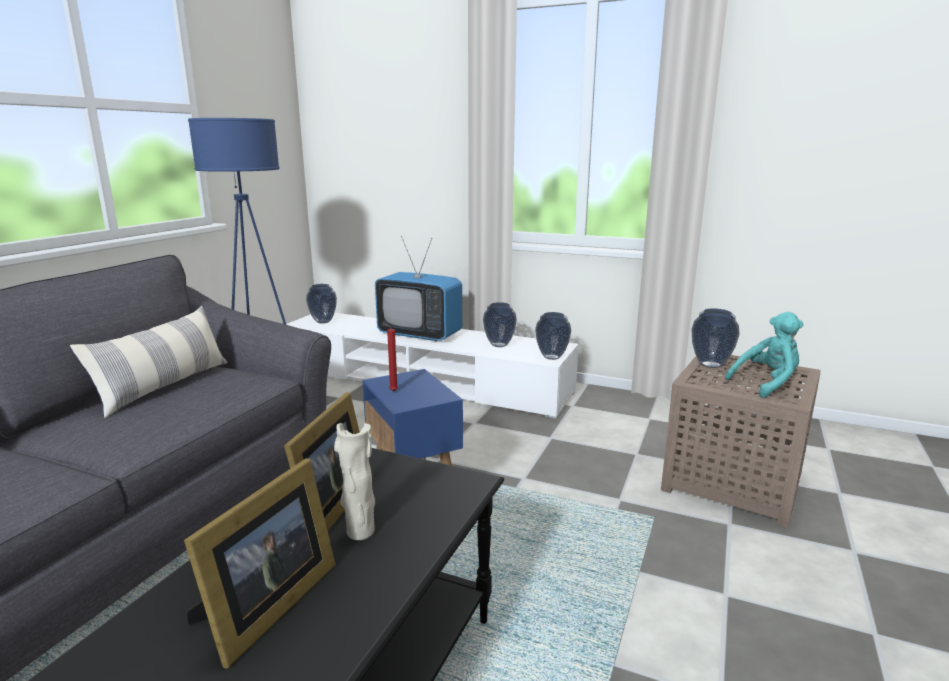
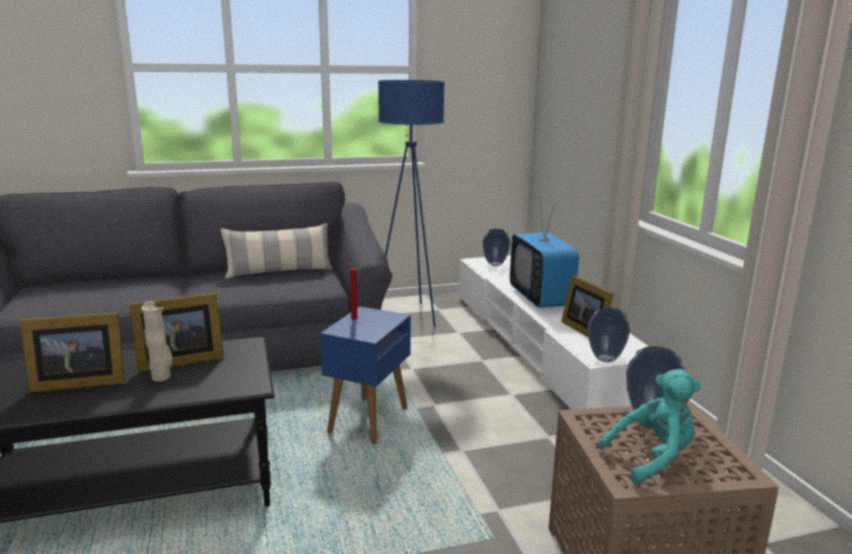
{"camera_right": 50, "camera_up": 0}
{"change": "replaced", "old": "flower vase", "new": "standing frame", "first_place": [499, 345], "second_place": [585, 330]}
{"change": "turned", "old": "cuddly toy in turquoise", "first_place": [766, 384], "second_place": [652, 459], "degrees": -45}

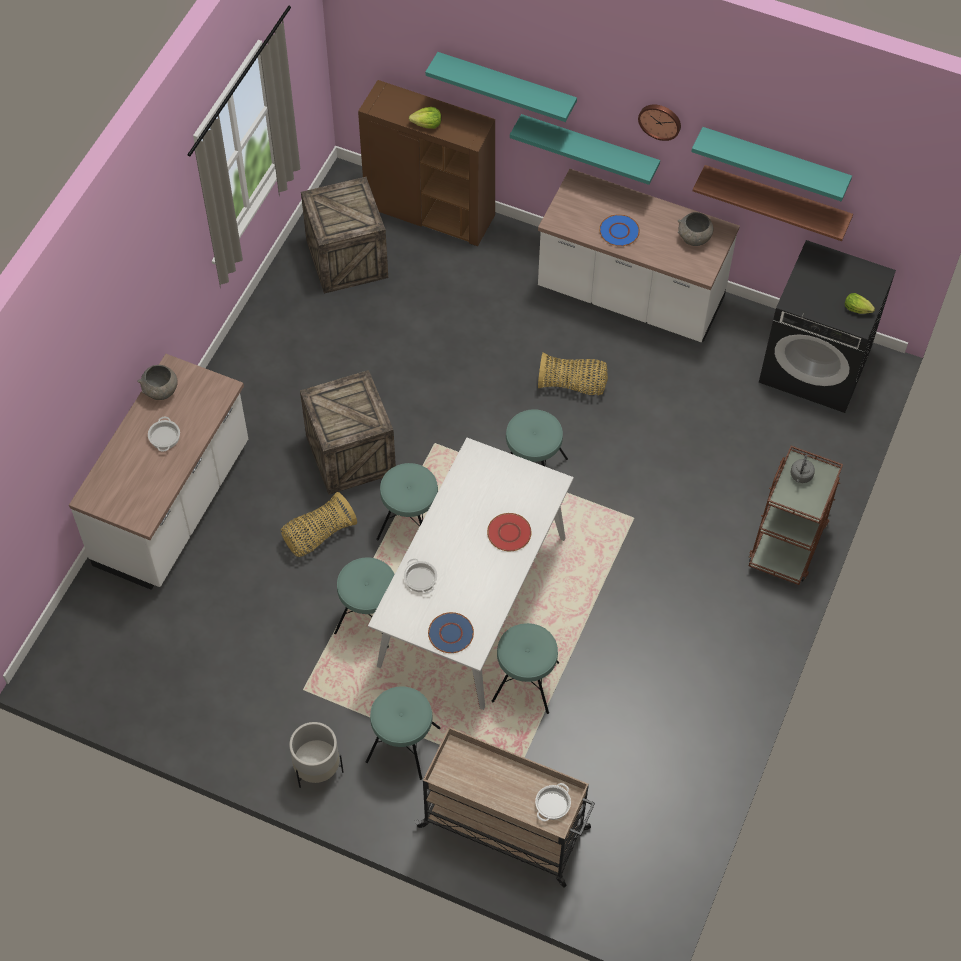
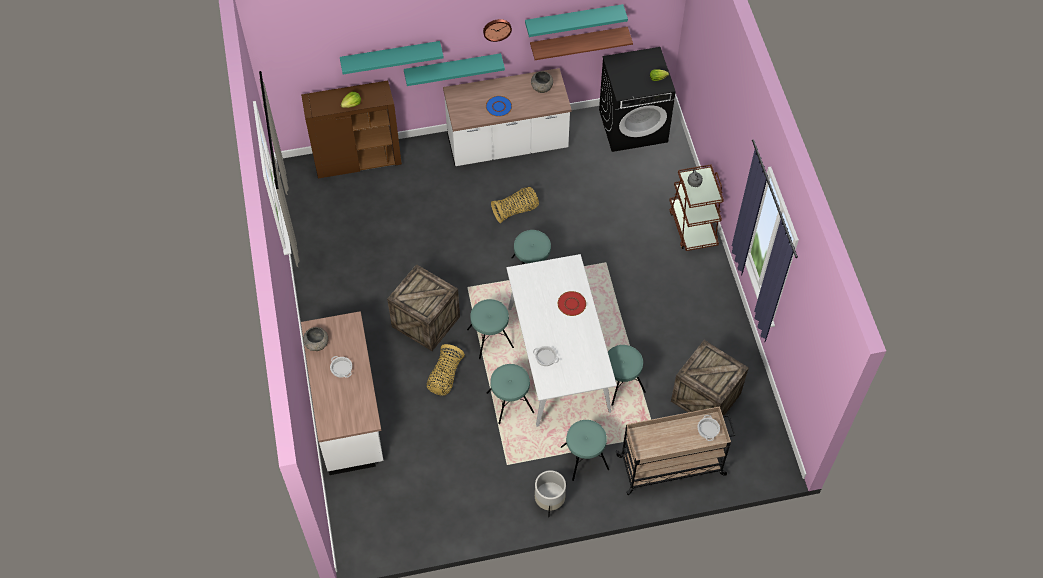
{"camera_right": -35, "camera_up": 0}
{"change": "moved", "old": "packing crate", "first_place": [348, 259], "second_place": [706, 397]}
{"change": "removed", "old": "dinner plate in bluish", "first_place": [451, 633]}

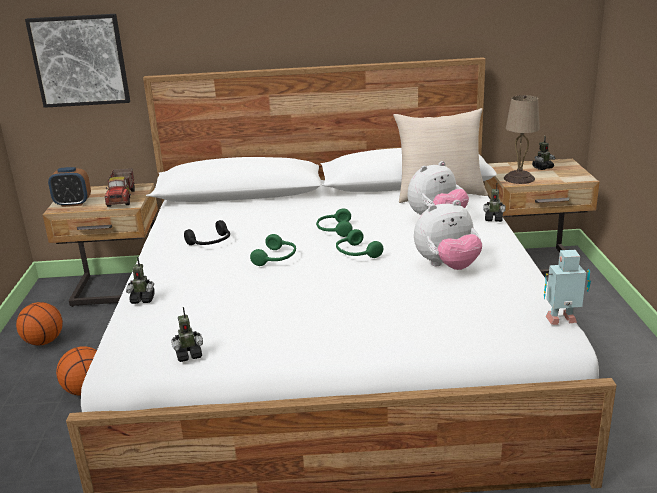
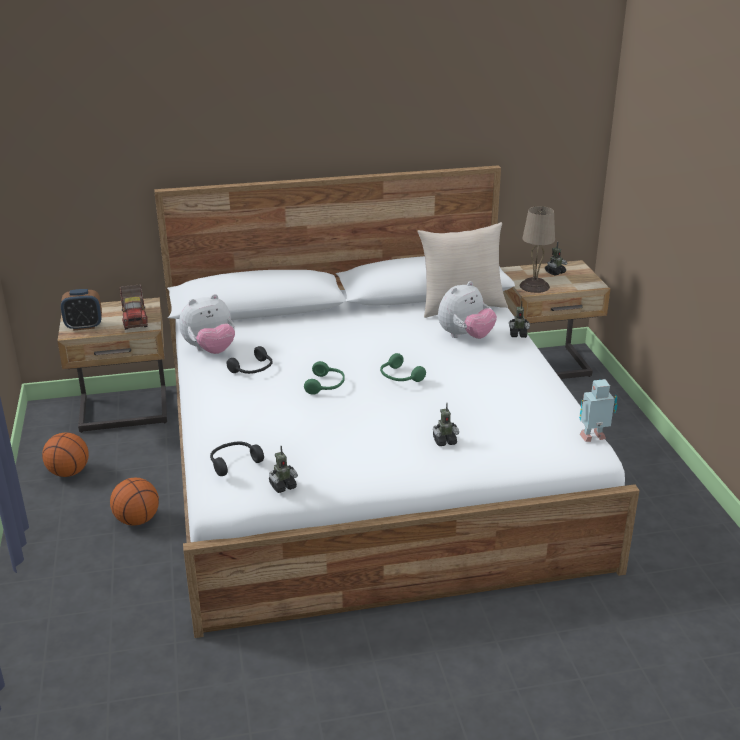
{"camera_right": -10, "camera_up": 5}
{"change": "moved", "old": "cuddly toy", "first_place": [447, 266], "second_place": [210, 350]}
{"change": "added", "new": "headphones in blackish", "second_place": [234, 462]}
{"change": "moved", "old": "model robot", "first_place": [143, 299], "second_place": [444, 441]}
{"change": "removed", "old": "picture", "first_place": [80, 60]}
{"change": "removed", "old": "headphones in green", "first_place": [334, 230]}

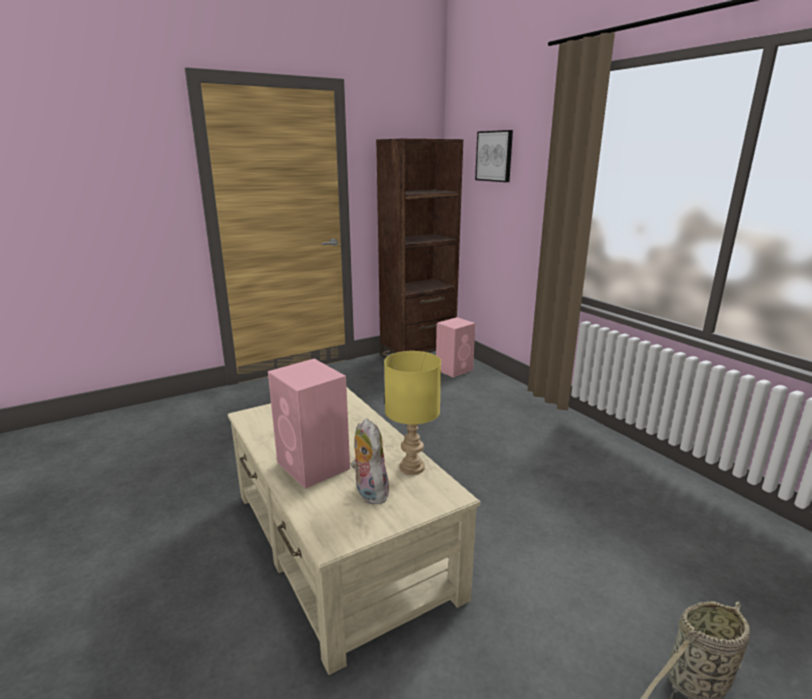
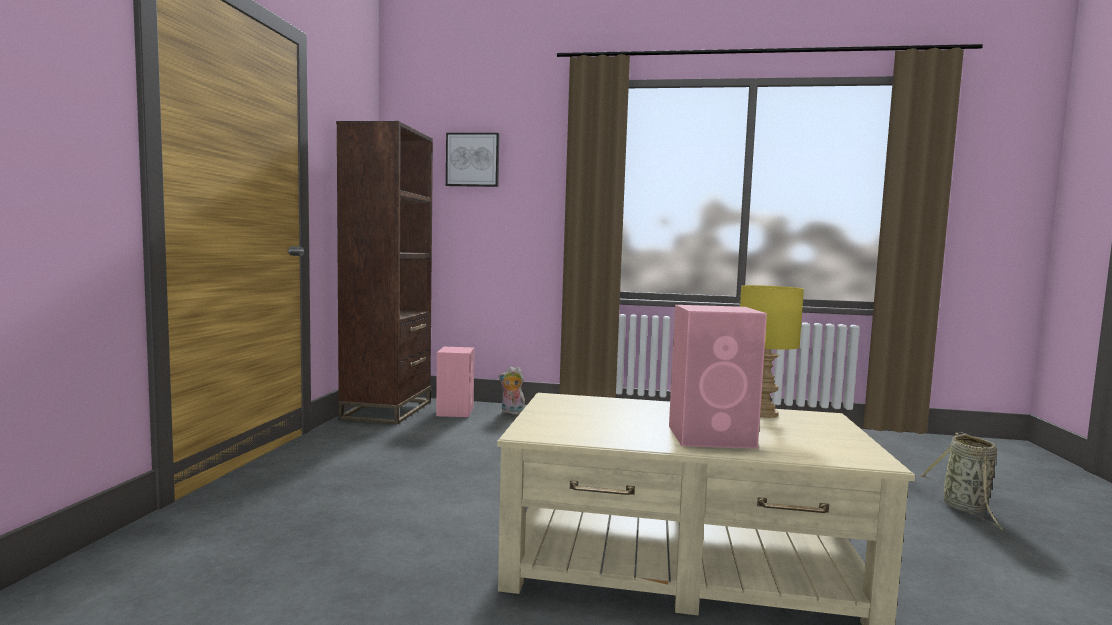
{"camera_right": -50, "camera_up": -15}
{"change": "moved", "old": "cuddly toy", "first_place": [368, 492], "second_place": [511, 412]}

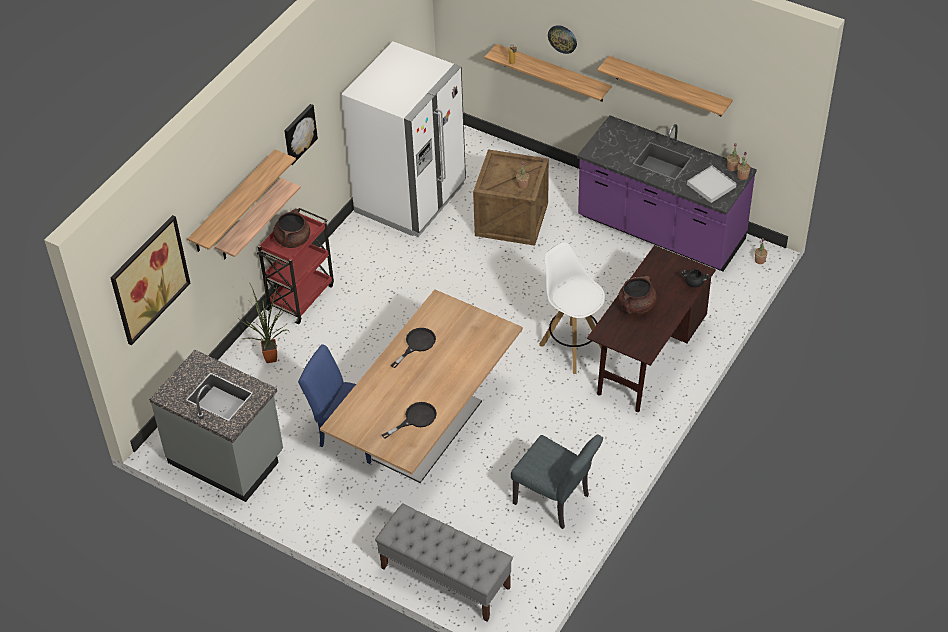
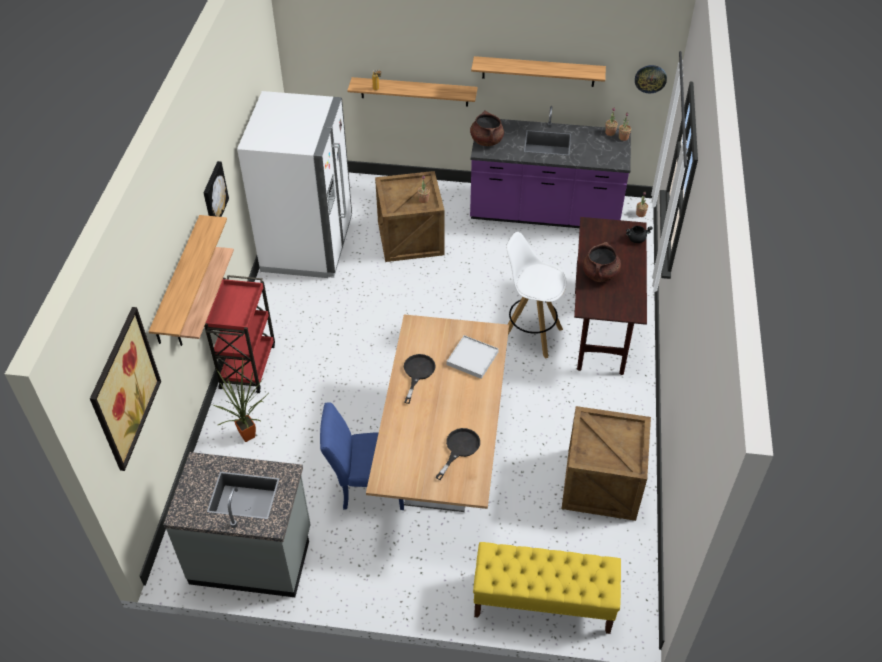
{"camera_right": -25, "camera_up": 0}
{"change": "moved", "old": "serving tray in white", "first_place": [711, 186], "second_place": [472, 358]}
{"change": "moved", "old": "saucepot in brown", "first_place": [293, 240], "second_place": [486, 140]}
{"change": "recoloured", "old": "long seat in gray", "new": "long seat in yellow-coloured", "first_place": [445, 577], "second_place": [542, 602]}
{"change": "replaced", "old": "upright chair in gray", "new": "packing crate", "first_place": [556, 502], "second_place": [602, 485]}
{"change": "moved", "old": "hanging clock", "first_place": [562, 38], "second_place": [650, 78]}

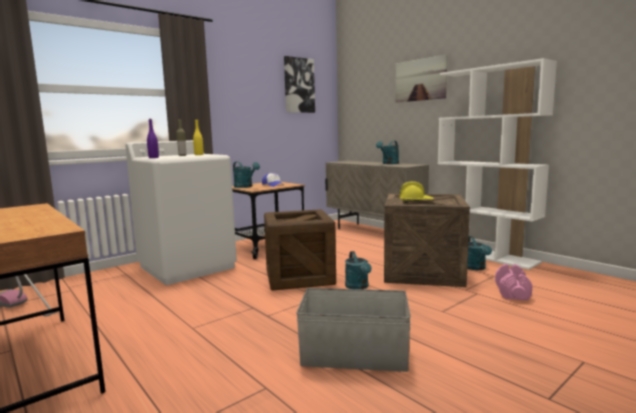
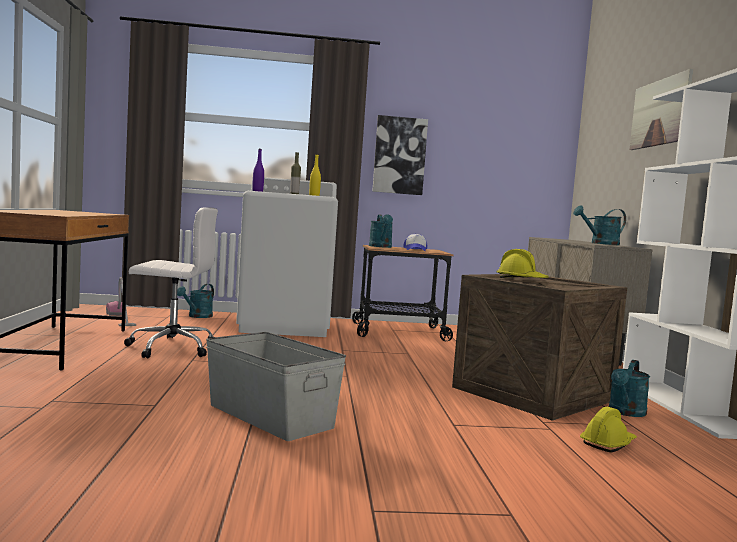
{"camera_right": 35, "camera_up": -5}
{"change": "added", "new": "computer chair in white", "second_place": [170, 348]}
{"change": "moved", "old": "watering pot in turquoise", "first_place": [358, 287], "second_place": [197, 316]}
{"change": "moved", "old": "picture", "first_place": [299, 85], "second_place": [399, 155]}
{"change": "replaced", "old": "free weight in pink", "new": "work helmet in yellow-coloured", "first_place": [512, 292], "second_place": [608, 443]}
{"change": "removed", "old": "packing crate", "first_place": [299, 277]}

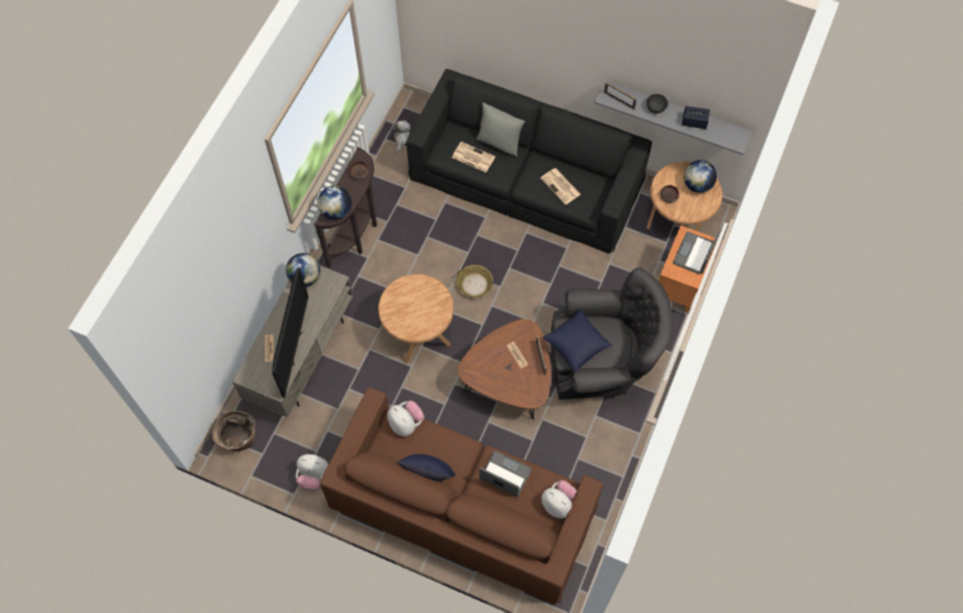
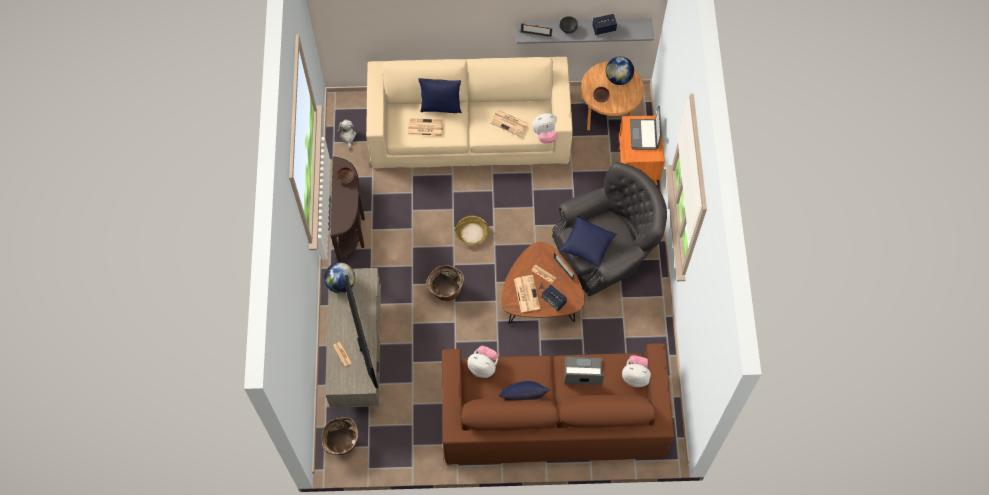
{"camera_right": -25, "camera_up": 0}
{"change": "recoloured", "old": "couch in blackish", "new": "couch in beige", "first_place": [527, 178], "second_place": [469, 127]}
{"change": "recoloured", "old": "cushion in gray", "new": "cushion in bluish", "first_place": [499, 142], "second_place": [441, 107]}
{"change": "replaced", "old": "accent table in brown", "new": "storage basket", "first_place": [418, 331], "second_place": [445, 291]}
{"change": "added", "new": "printed paper", "second_place": [526, 293]}
{"change": "moved", "old": "cuddly toy", "first_place": [313, 475], "second_place": [545, 135]}
{"change": "added", "new": "speaker", "second_place": [553, 301]}
{"change": "removed", "old": "desk globe", "first_place": [336, 211]}

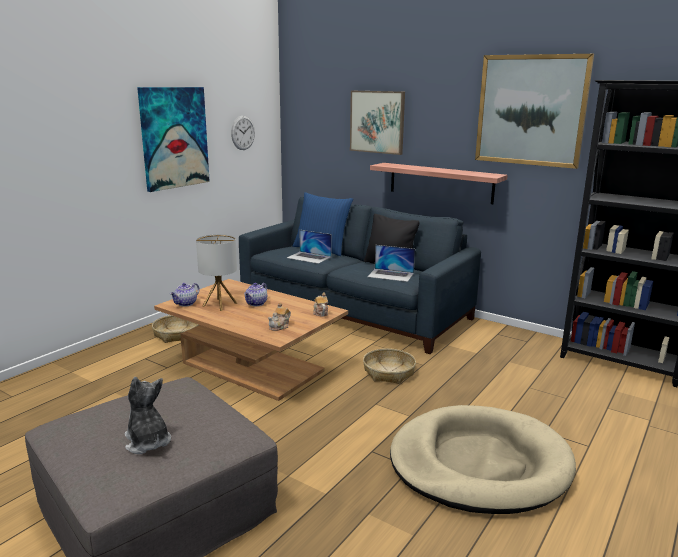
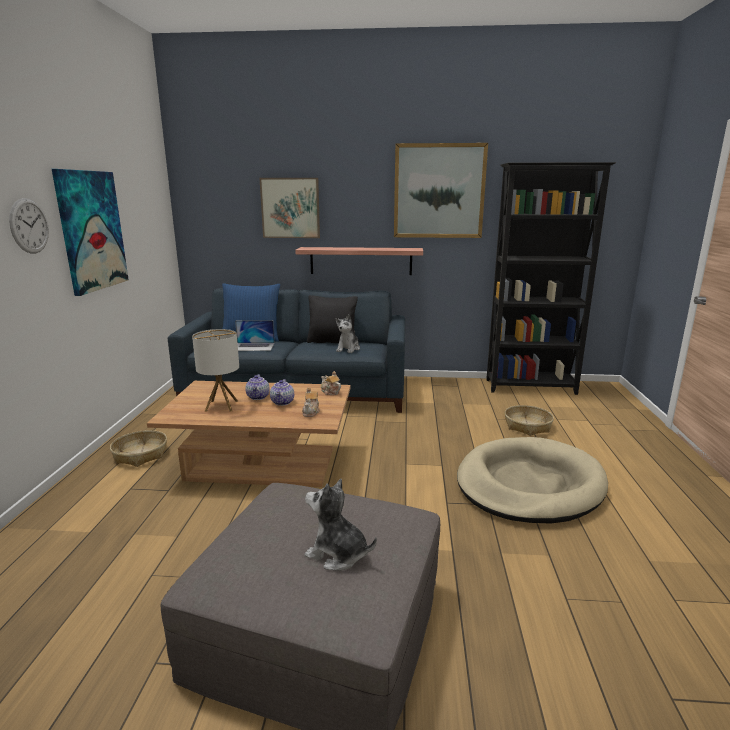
{"camera_right": -30, "camera_up": 0}
{"change": "moved", "old": "hanging clock", "first_place": [243, 133], "second_place": [29, 226]}
{"change": "moved", "old": "pot for tea", "first_place": [186, 304], "second_place": [283, 402]}
{"change": "replaced", "old": "portable computer", "new": "cuddly toy", "first_place": [391, 275], "second_place": [348, 349]}
{"change": "moved", "old": "storage basket", "first_place": [389, 373], "second_place": [527, 426]}

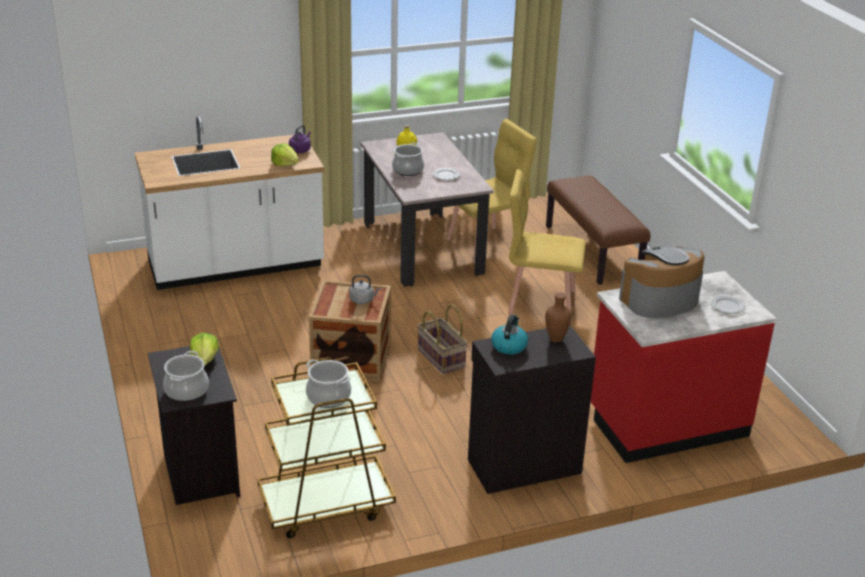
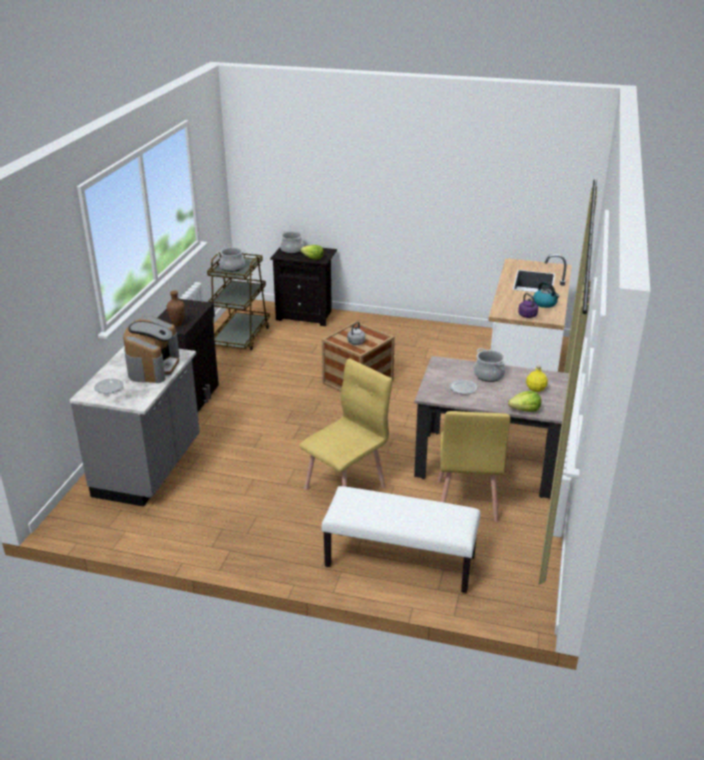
{"camera_right": 125, "camera_up": 0}
{"change": "recoloured", "old": "counter in red-coloured", "new": "counter in gray", "first_place": [666, 422], "second_place": [149, 469]}
{"change": "recoloured", "old": "long seat in brown", "new": "long seat in white", "first_place": [593, 251], "second_place": [399, 562]}
{"change": "moved", "old": "lettuce head", "first_place": [285, 164], "second_place": [525, 410]}
{"change": "moved", "old": "kettle", "first_place": [509, 346], "second_place": [545, 303]}
{"change": "removed", "old": "storage basket", "first_place": [440, 358]}

